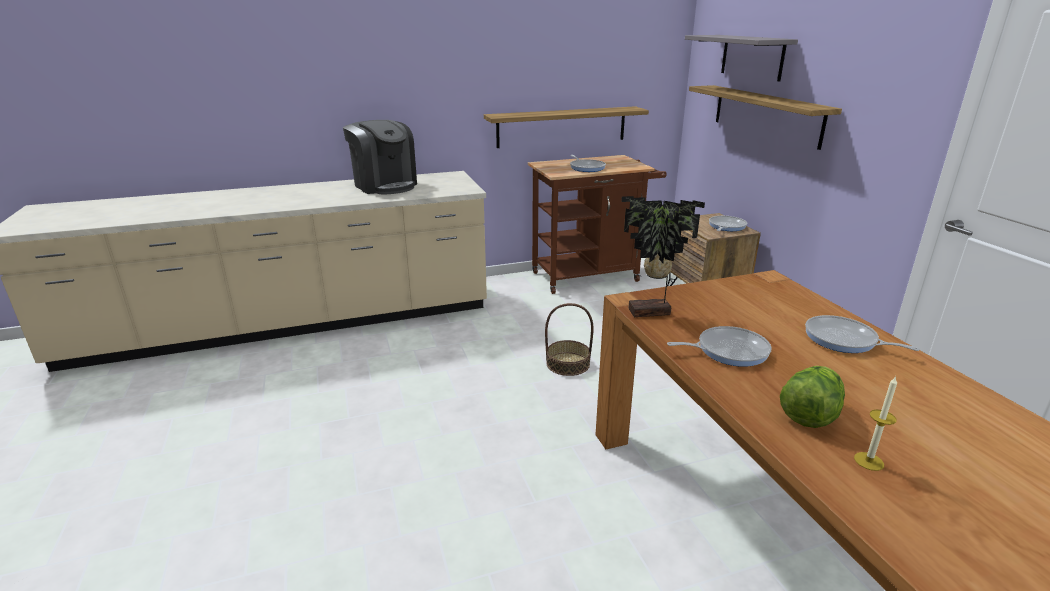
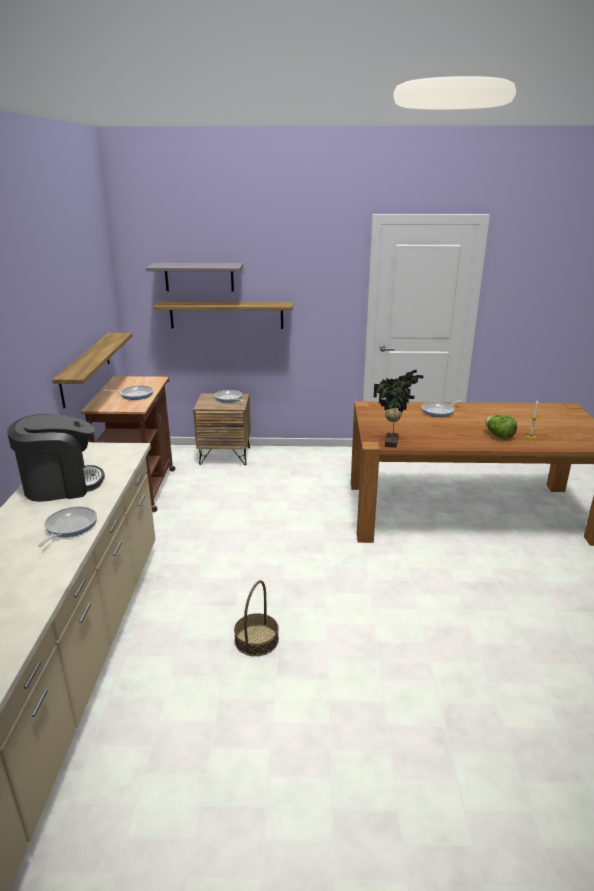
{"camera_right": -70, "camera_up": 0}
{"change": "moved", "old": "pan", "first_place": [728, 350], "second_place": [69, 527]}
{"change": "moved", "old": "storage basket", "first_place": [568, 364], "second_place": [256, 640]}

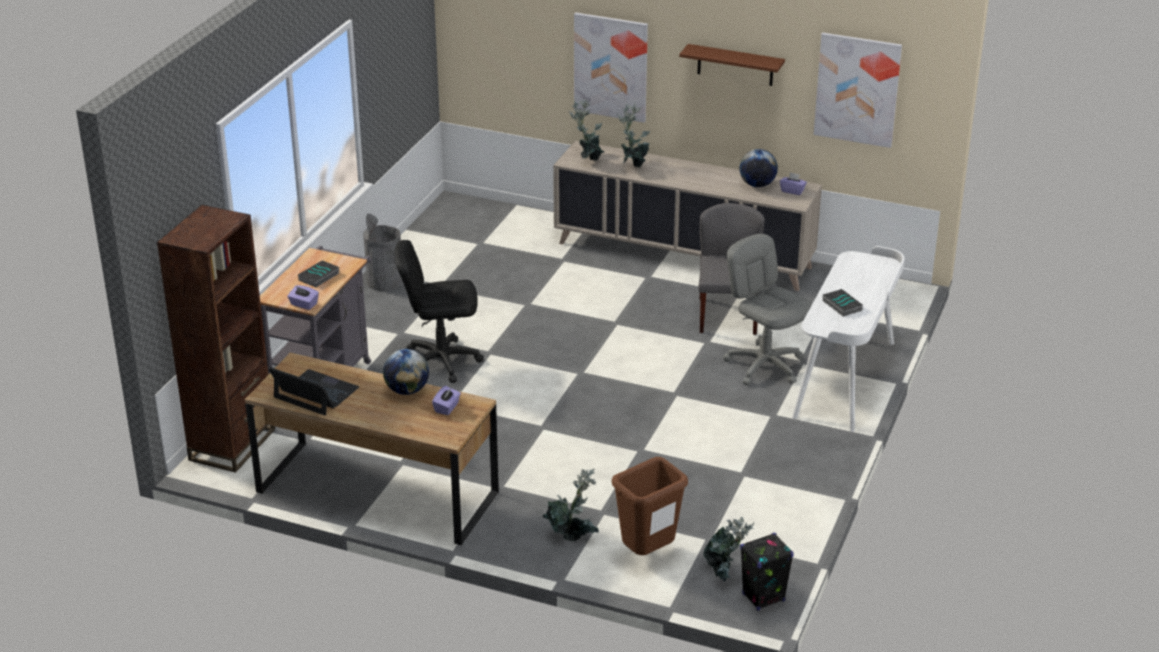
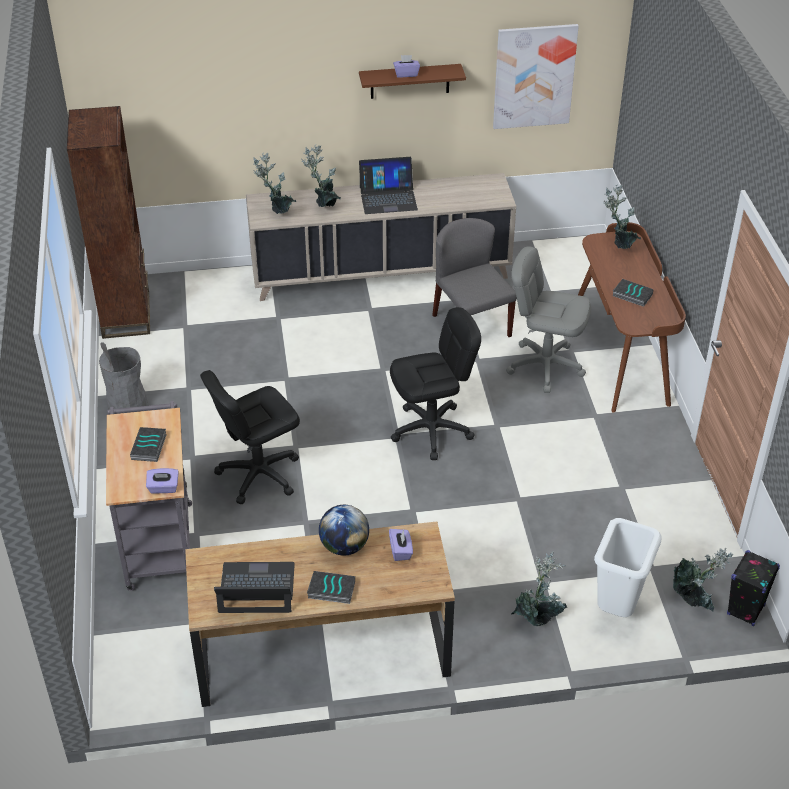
{"camera_right": -30, "camera_up": 10}
{"change": "moved", "old": "bookshelf in brown", "first_place": [232, 444], "second_place": [126, 315]}
{"change": "added", "new": "volume", "second_place": [331, 590]}
{"change": "added", "new": "portable computer", "second_place": [388, 198]}
{"change": "added", "new": "computer chair in blackish", "second_place": [432, 431]}
{"change": "moved", "old": "box of tissues in purple-coloured", "first_place": [792, 191], "second_place": [406, 74]}
{"change": "recoloured", "old": "desk table in white", "new": "desk table in brown", "first_place": [846, 379], "second_place": [621, 355]}
{"change": "recoloured", "old": "waste bin in brown", "new": "waste bin in white", "first_place": [647, 554], "second_place": [617, 609]}
{"change": "added", "new": "plant in a pot", "second_place": [619, 245]}
{"change": "removed", "old": "picture", "first_place": [611, 67]}
{"change": "removed", "old": "desk globe", "first_place": [757, 185]}

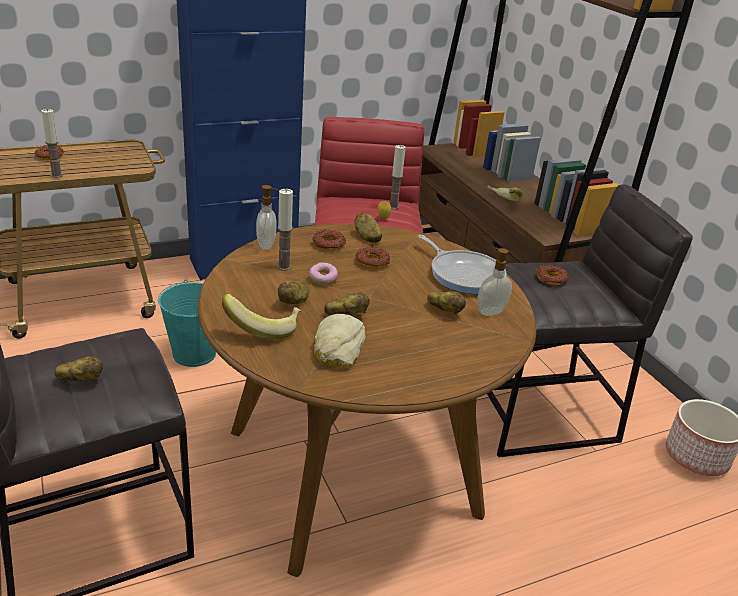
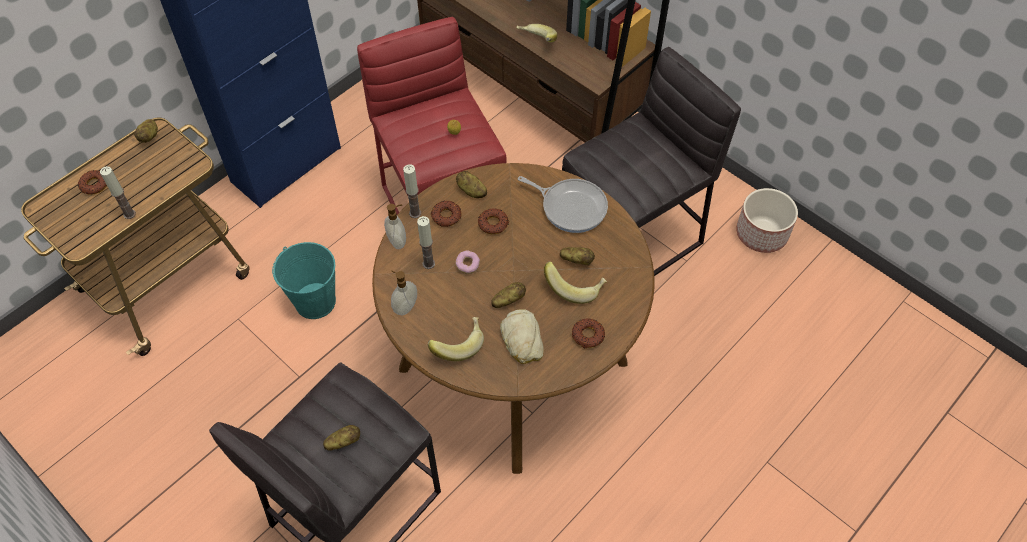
{"camera_right": -20, "camera_up": 25}
{"change": "moved", "old": "potato", "first_place": [294, 301], "second_place": [149, 136]}
{"change": "moved", "old": "soap bottle", "first_place": [490, 311], "second_place": [405, 307]}
{"change": "moved", "old": "wax candle", "first_place": [393, 206], "second_place": [415, 213]}
{"change": "added", "new": "banana fruit", "second_place": [574, 287]}
{"change": "moved", "old": "donut", "first_place": [551, 279], "second_place": [588, 335]}

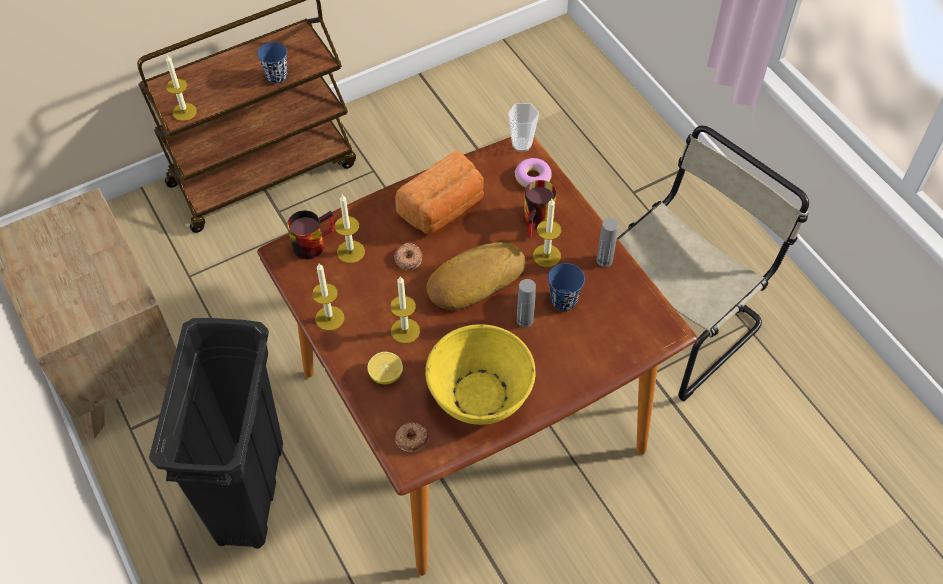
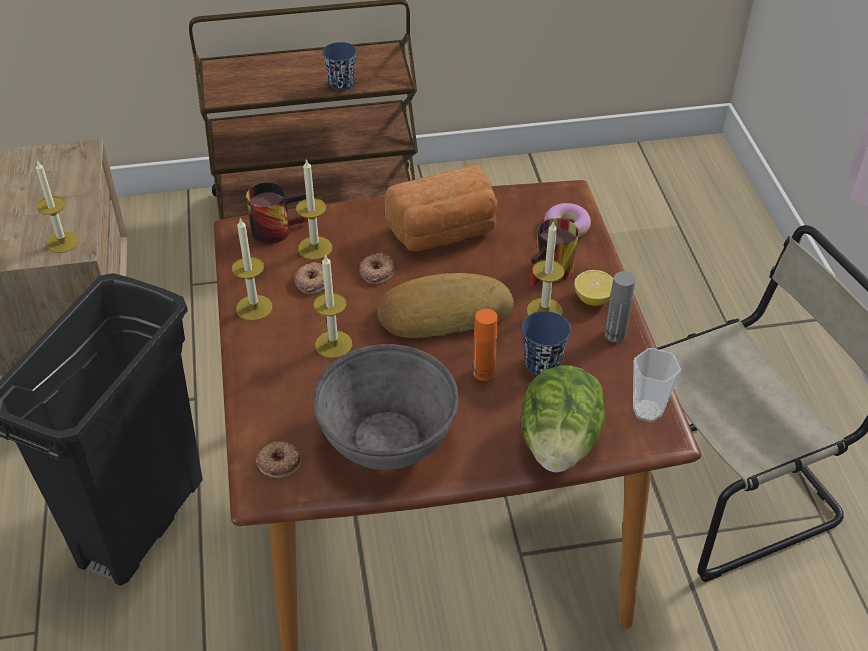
{"camera_right": 20, "camera_up": -10}
{"change": "moved", "old": "wax candle", "first_place": [184, 112], "second_place": [62, 242]}
{"change": "added", "new": "donut", "second_place": [312, 281]}
{"change": "recoloured", "old": "serving bowl in yellow-coloured", "new": "serving bowl in gray", "first_place": [479, 394], "second_place": [386, 438]}
{"change": "recoloured", "old": "drink bottle in gray", "new": "drink bottle in orange", "first_place": [525, 320], "second_place": [483, 372]}
{"change": "added", "new": "lettuce head", "second_place": [559, 443]}
{"change": "moved", "old": "citrus fruit", "first_place": [386, 375], "second_place": [593, 298]}
{"change": "moved", "old": "drinking cup", "first_place": [522, 144], "second_place": [647, 411]}

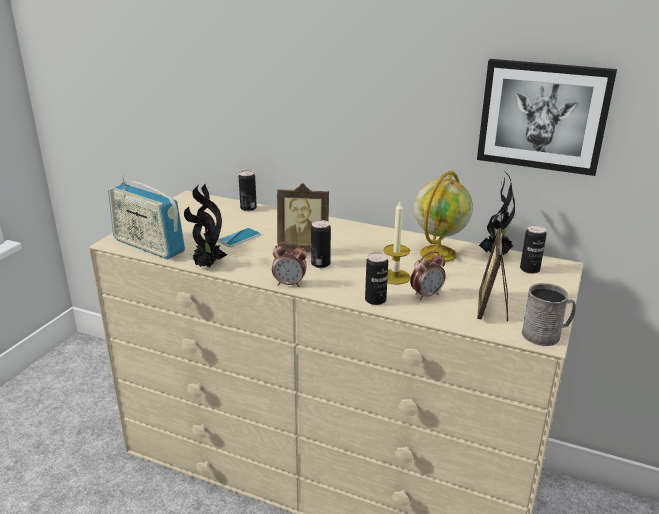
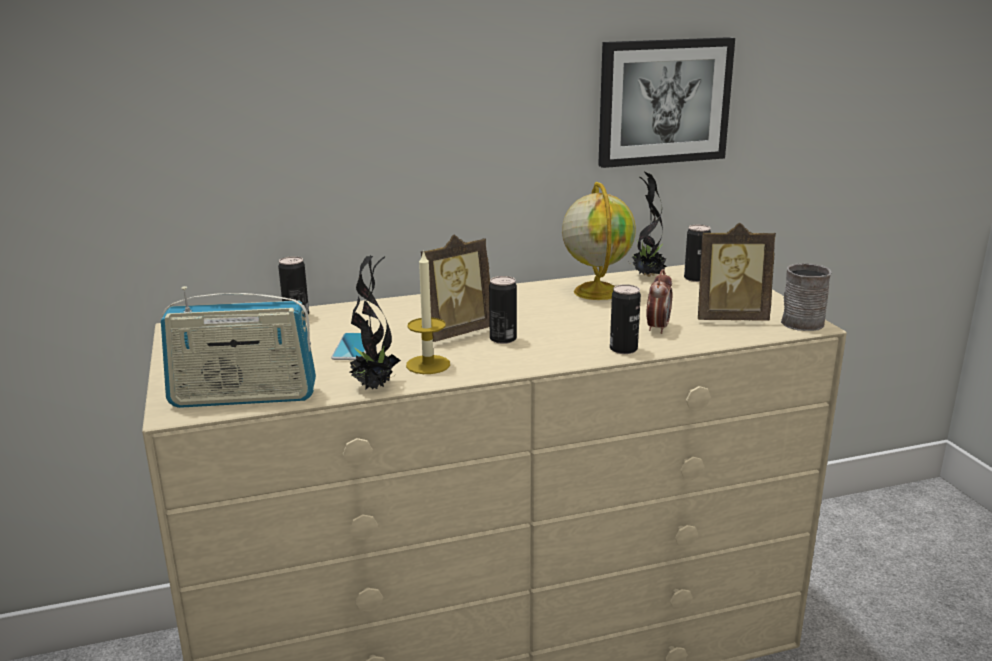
{"camera_right": -40, "camera_up": -5}
{"change": "moved", "old": "wax candle", "first_place": [395, 277], "second_place": [428, 364]}
{"change": "turned", "old": "standing frame", "first_place": [492, 309], "second_place": [730, 318], "degrees": -60}
{"change": "removed", "old": "alarm clock", "first_place": [289, 284]}

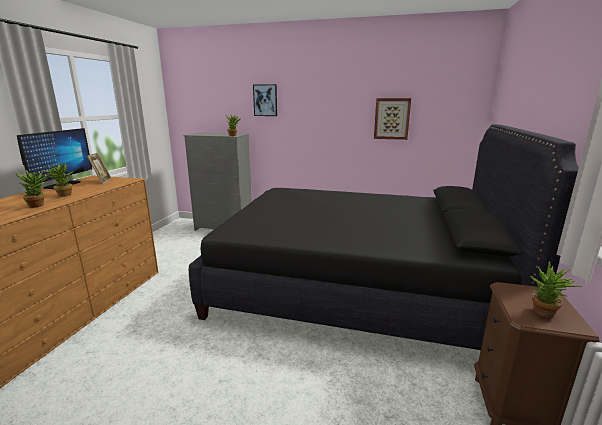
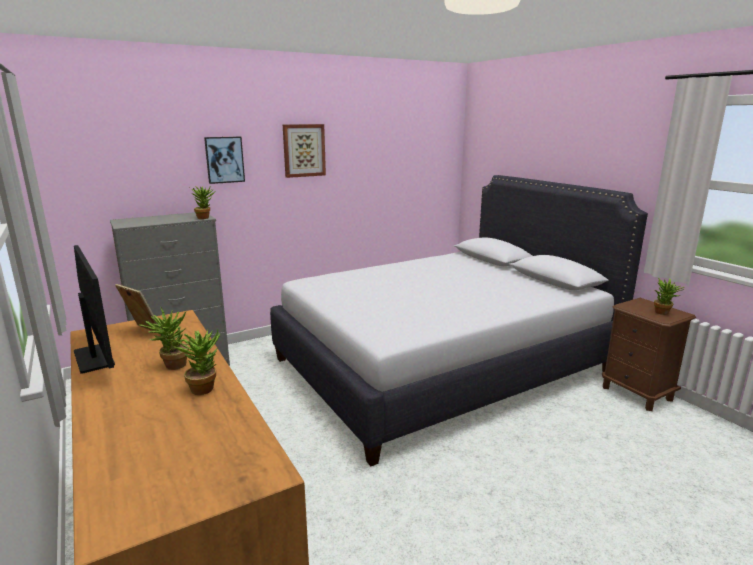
{"camera_right": -45, "camera_up": 0}
{"change": "recoloured", "old": "bedroom bed in blackish", "new": "bedroom bed in white", "first_place": [354, 286], "second_place": [441, 365]}
{"change": "moved", "old": "picture", "first_place": [392, 118], "second_place": [304, 150]}

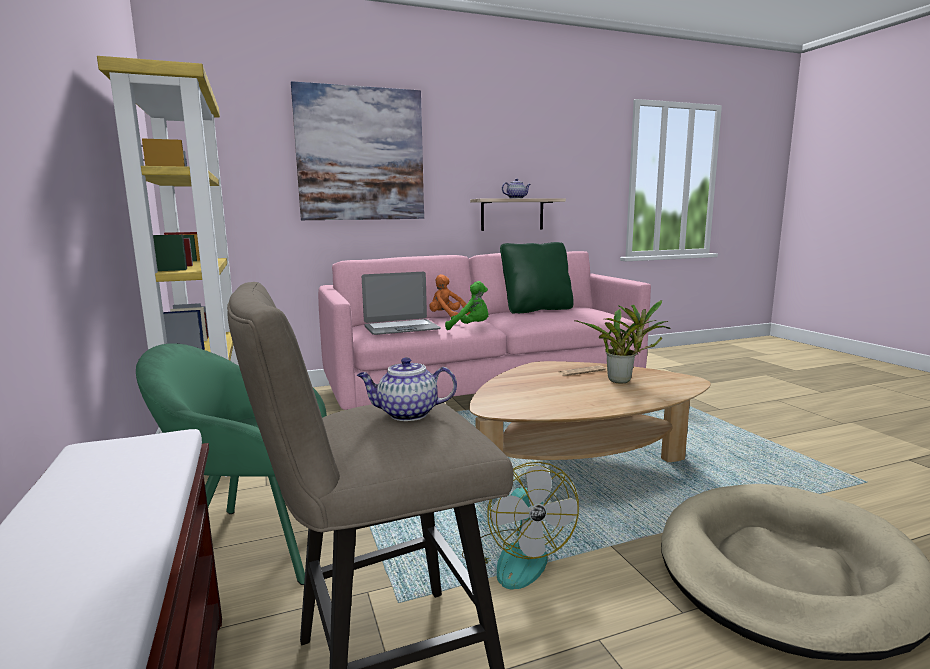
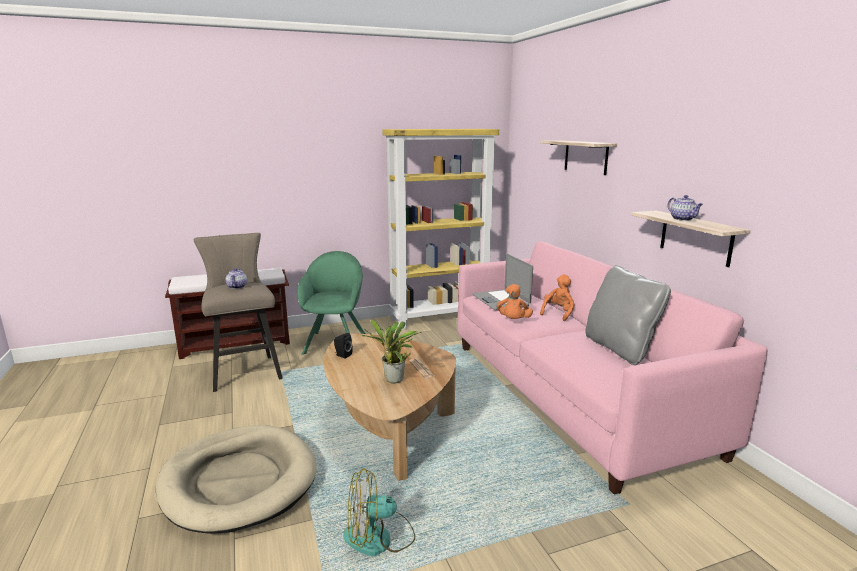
{"camera_right": 90, "camera_up": 5}
{"change": "added", "new": "speaker in blackish", "second_place": [342, 355]}
{"change": "moved", "old": "electric fan", "first_place": [515, 557], "second_place": [379, 538]}
{"change": "recoloured", "old": "cuddly toy in green", "new": "cuddly toy in orange", "first_place": [470, 327], "second_place": [513, 321]}
{"change": "replaced", "old": "picture", "new": "bracket shelf", "first_place": [361, 154], "second_place": [585, 157]}
{"change": "recoloured", "old": "cushion in green", "new": "cushion in gray", "first_place": [536, 309], "second_place": [620, 349]}

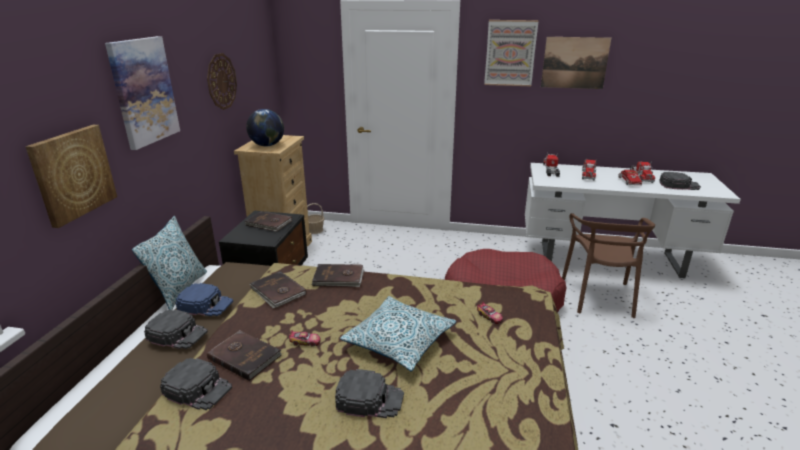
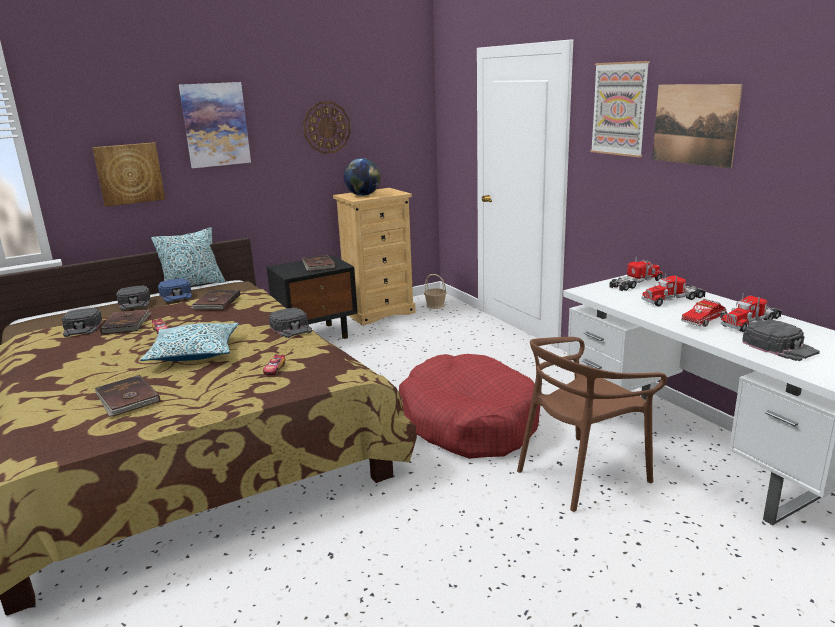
{"camera_right": 50, "camera_up": -5}
{"change": "moved", "old": "volume in brown", "first_place": [338, 278], "second_place": [127, 399]}
{"change": "moved", "old": "cap in blackish", "first_place": [369, 399], "second_place": [291, 328]}

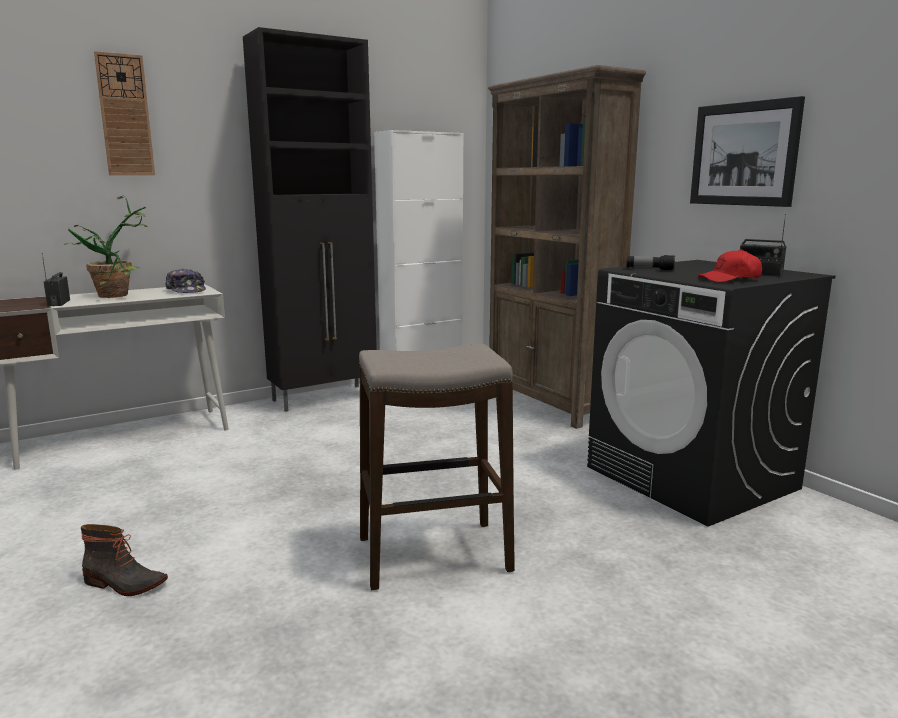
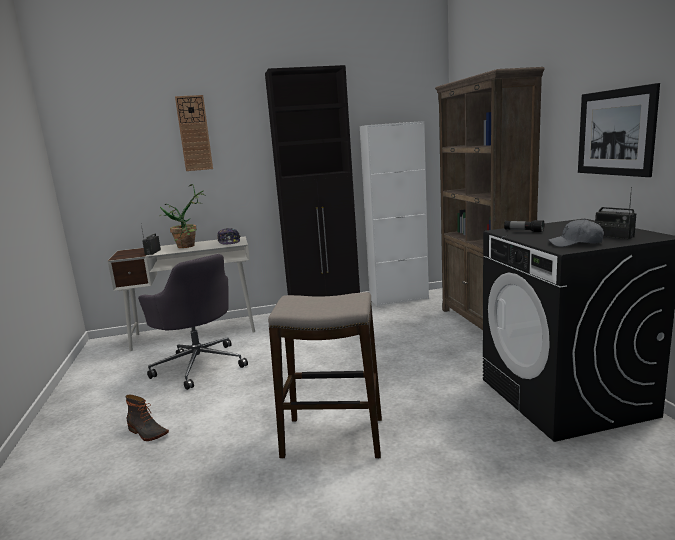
{"camera_right": 20, "camera_up": 0}
{"change": "added", "new": "computer chair in gray", "second_place": [199, 365]}
{"change": "recoloured", "old": "cap in red-coloured", "new": "cap in gray", "first_place": [730, 279], "second_place": [575, 243]}

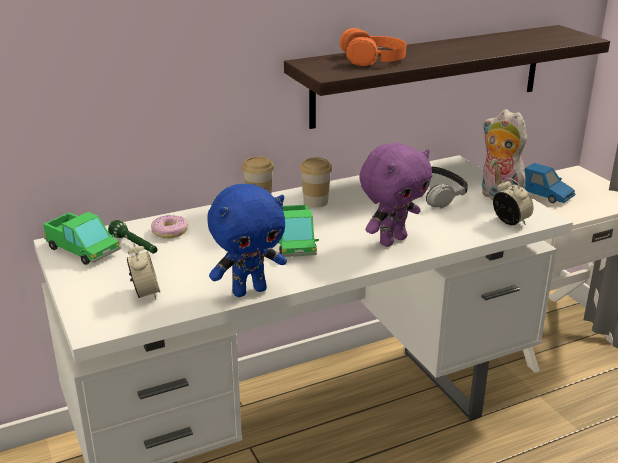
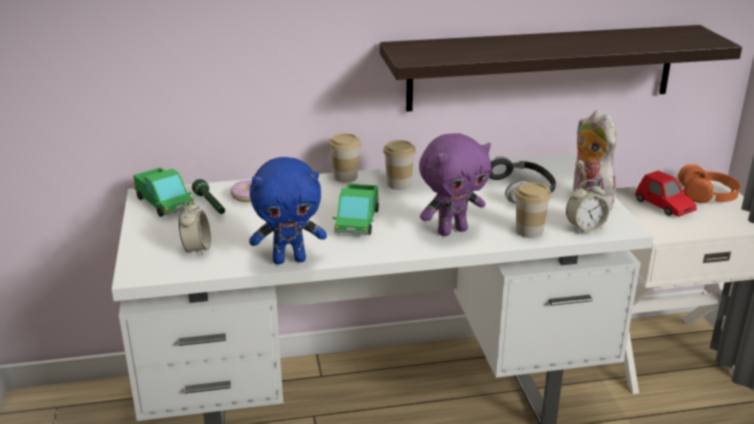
{"camera_right": 15, "camera_up": 0}
{"change": "added", "new": "drinking cup", "second_place": [529, 231]}
{"change": "turned", "old": "alarm clock", "first_place": [510, 222], "second_place": [585, 228], "degrees": 90}
{"change": "recoloured", "old": "toy car in bluish", "new": "toy car in red-coloured", "first_place": [544, 195], "second_place": [664, 206]}
{"change": "moved", "old": "headphones in orange", "first_place": [373, 58], "second_place": [707, 194]}

